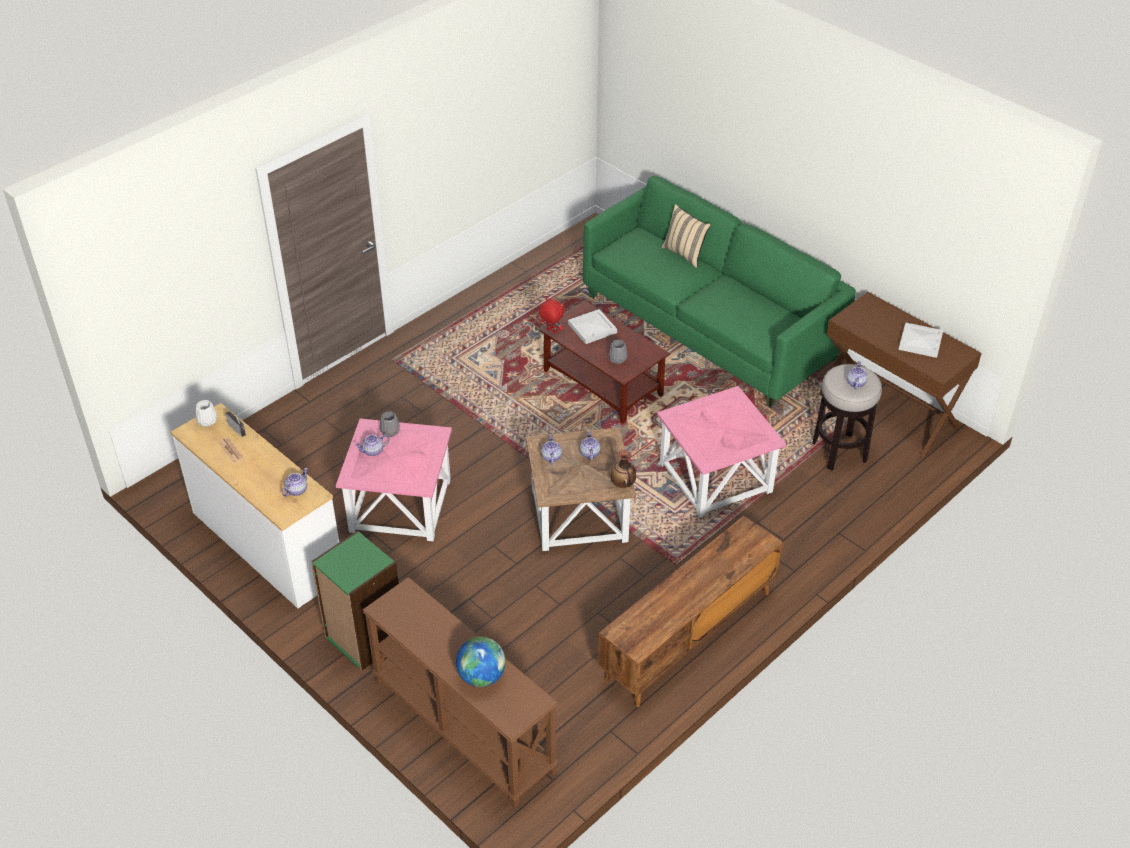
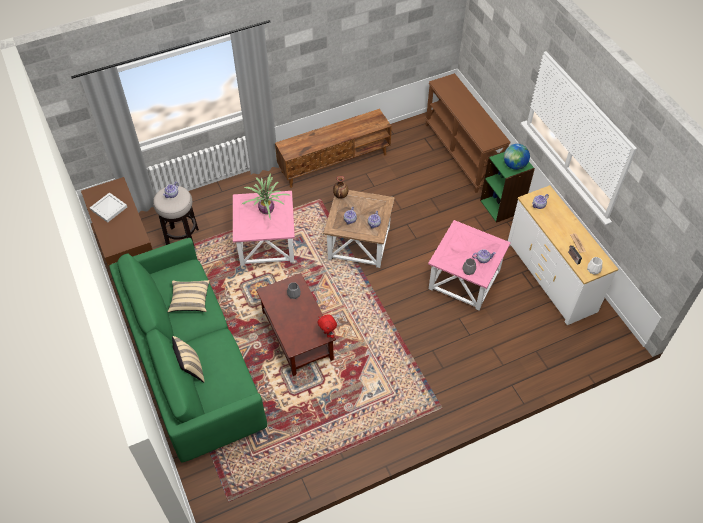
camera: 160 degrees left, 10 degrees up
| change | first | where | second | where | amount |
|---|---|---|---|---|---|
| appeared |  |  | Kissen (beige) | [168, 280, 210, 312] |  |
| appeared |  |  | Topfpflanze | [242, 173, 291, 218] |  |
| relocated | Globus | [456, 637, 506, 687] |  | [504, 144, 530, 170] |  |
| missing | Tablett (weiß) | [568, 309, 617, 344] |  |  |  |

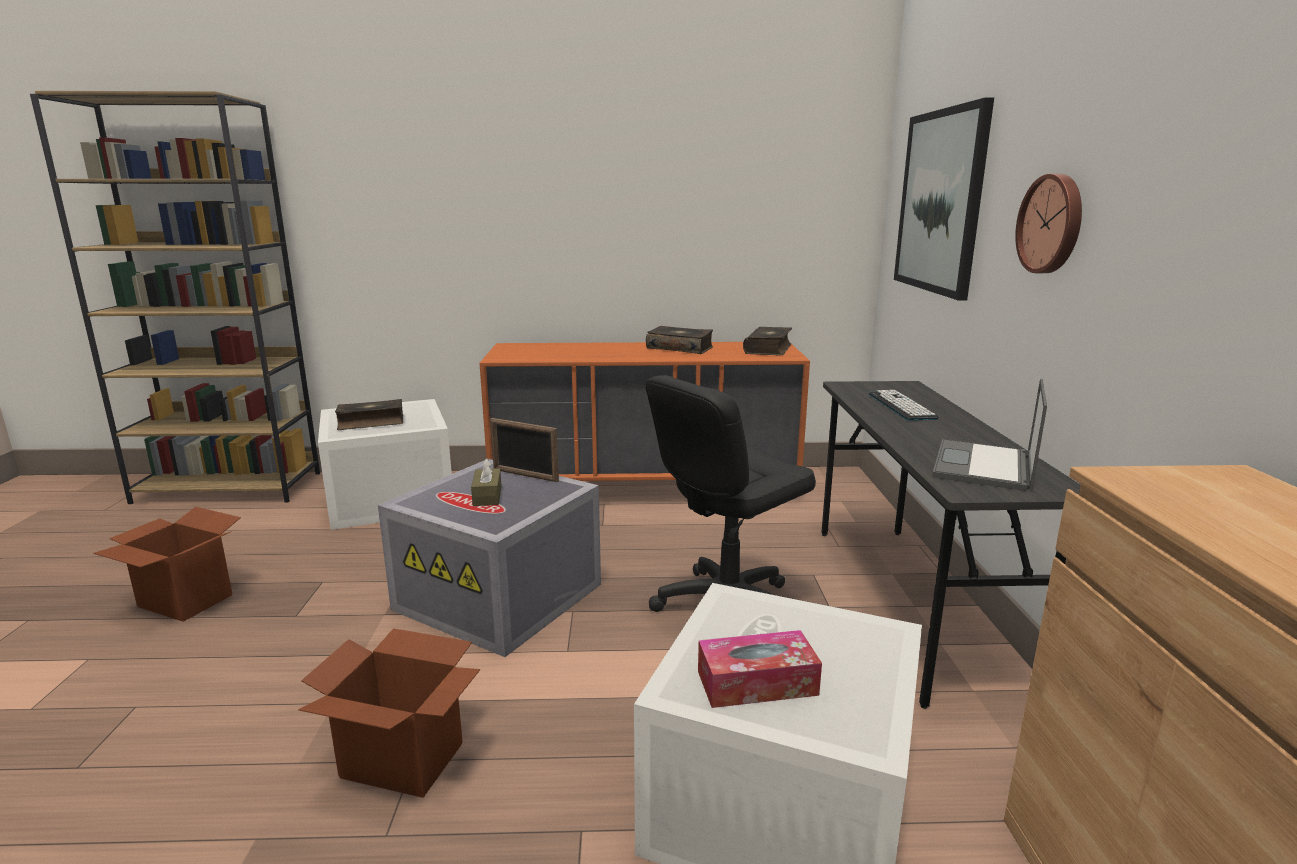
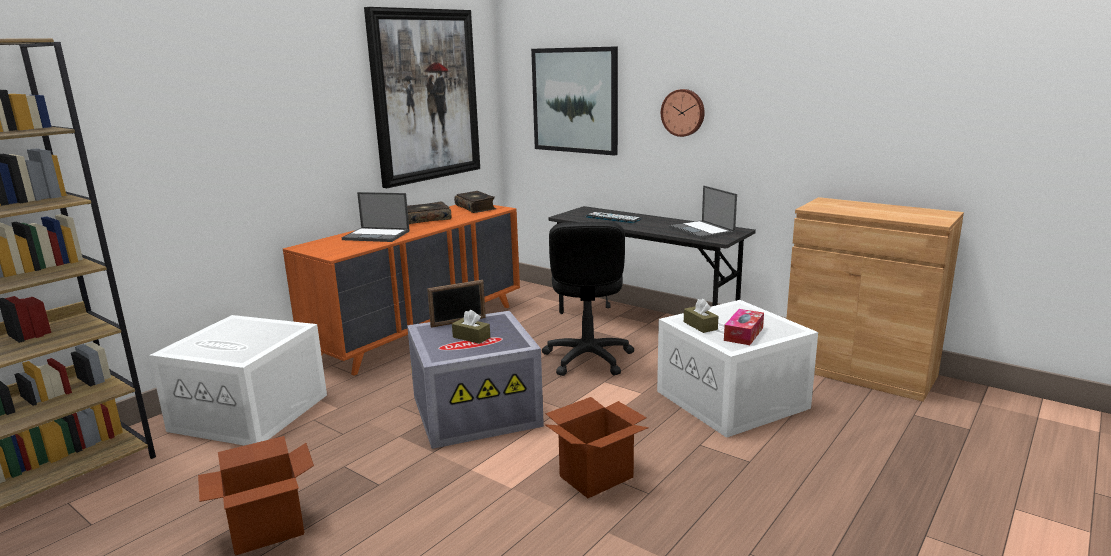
camera: 50 degrees left, 0 degrees up
| change | first | where | second | where | amount |
|---|---|---|---|---|---|
| appeared |  |  | Laptop | [342, 192, 410, 242] |  |
| appeared |  |  | Bild | [364, 7, 480, 188] |  |
| appeared |  |  | Taschentuchbox (braun) | [684, 299, 718, 333] |  |
| missing | Buch | [335, 399, 403, 430] |  |  |  |

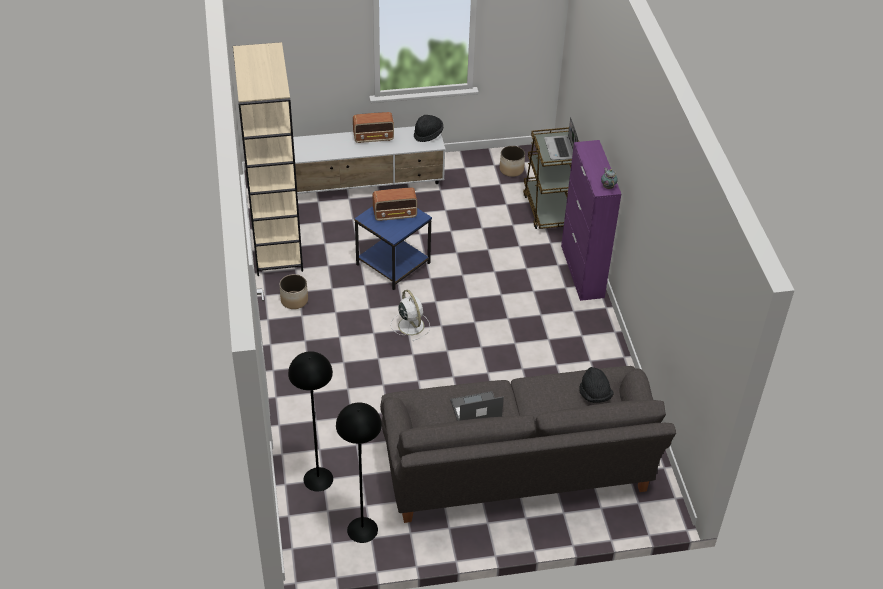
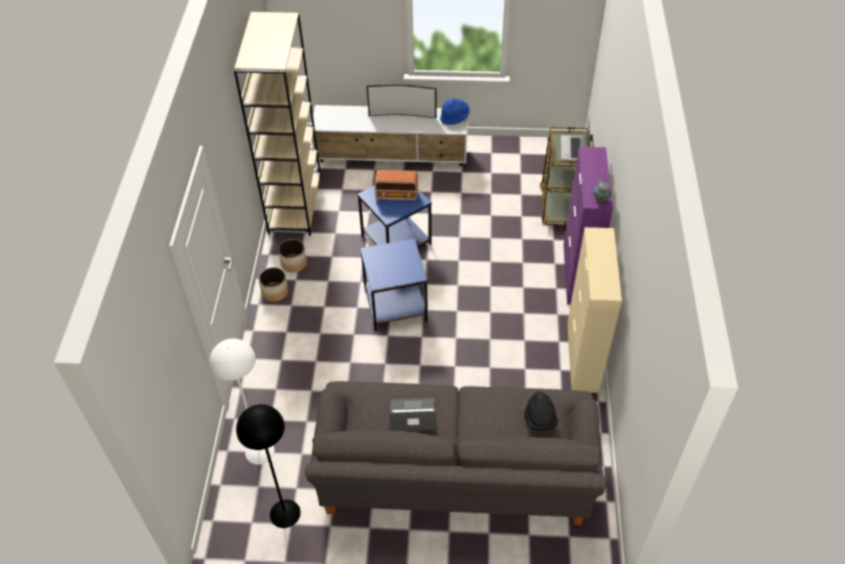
camera: 15 degrees right, 5 degrees up
| change | first | where | second | where | amount |
|---|---|---|---|---|---|
| colour | Stehlampe (schwarz) | [288, 351, 333, 492] | Stehlampe (weiß) | [209, 339, 275, 465] |  |
| relocated | Pflanzkübel | [500, 146, 525, 177] |  | [259, 267, 288, 302] |  |
| exchanged | Ventilator (weiß) | [391, 290, 430, 341] | Beistelltisch (blau) | [360, 238, 428, 331] |  |
| exchanged | Radio | [353, 112, 394, 143] | Fernseher | [367, 85, 436, 118] |  |
| colour | Hut (schwarz) | [414, 115, 443, 142] | Hut (blau) | [440, 98, 470, 125] |  |
| appeared |  |  | Schrank (beige) | [567, 227, 622, 393] |  |

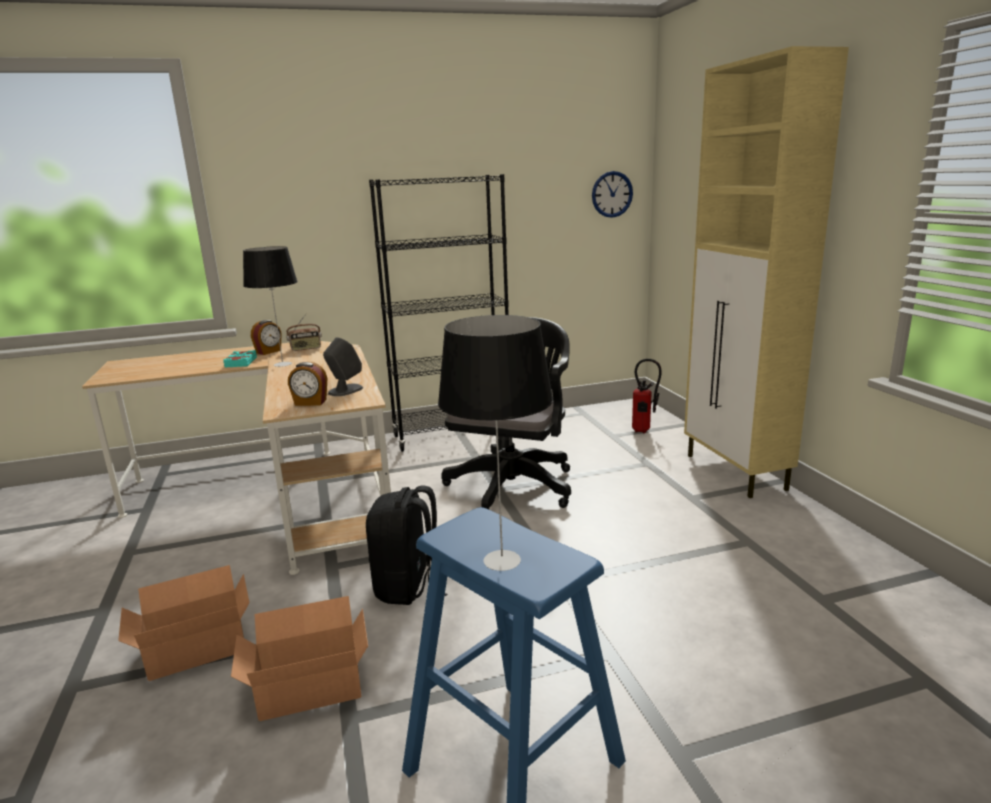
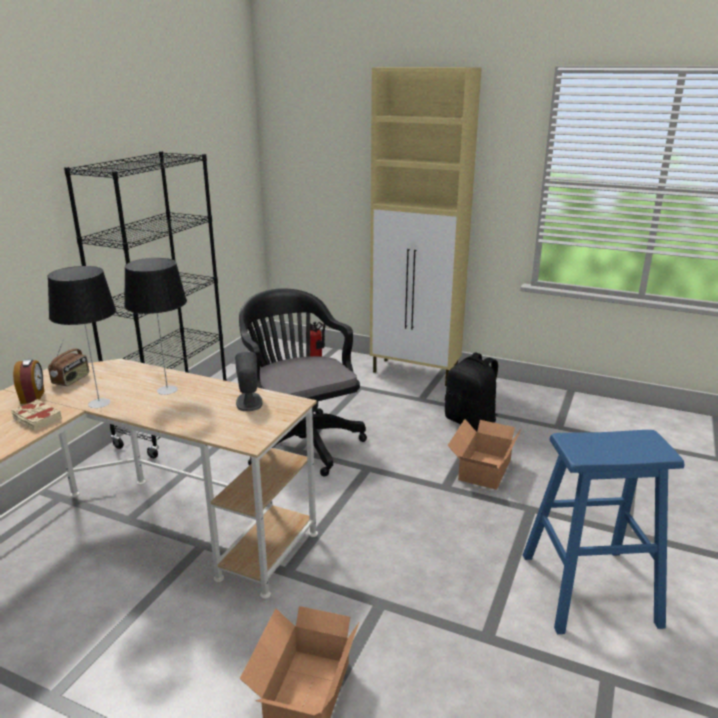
camera: 50 degrees left, 5 degrees up
| change | first | where | second | where | amount |
|---|---|---|---|---|---|
| colour | Buch (türkis) | [223, 350, 257, 368] | Buch (beige) | [11, 399, 62, 431] |  |
| relocated | Tischlampe | [438, 315, 553, 571] |  | [124, 258, 187, 395] |  |
| relocated | Rucksack (schwarz) | [366, 485, 448, 605] |  | [445, 352, 498, 431] |  |
| relocated | Karton | [231, 596, 368, 721] |  | [447, 419, 522, 490] |  |
| missing | Wecker | [288, 362, 327, 406] |  |  |  |
| missing | Wanduhr | [592, 171, 633, 218] |  |  |  |

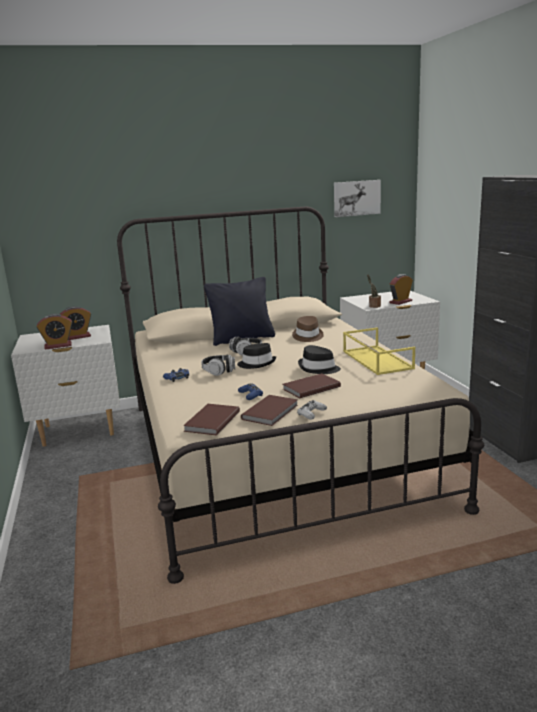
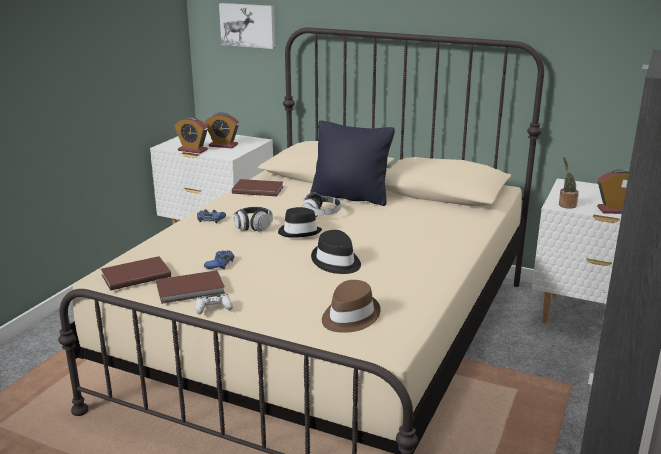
camera: 40 degrees right, 5 degrees up
| change | first | where | second | where | amount |
|---|---|---|---|---|---|
| relocated | Bild | [334, 180, 381, 217] |  | [219, 3, 275, 49] |  |
| relocated | Buch (braun) | [283, 373, 341, 399] |  | [232, 179, 284, 196] |  |
| relocated | Hut (braun) | [292, 316, 324, 342] |  | [322, 280, 381, 333] |  |
| missing | Tablett (gelb) | [343, 327, 415, 375] |  |  |  |

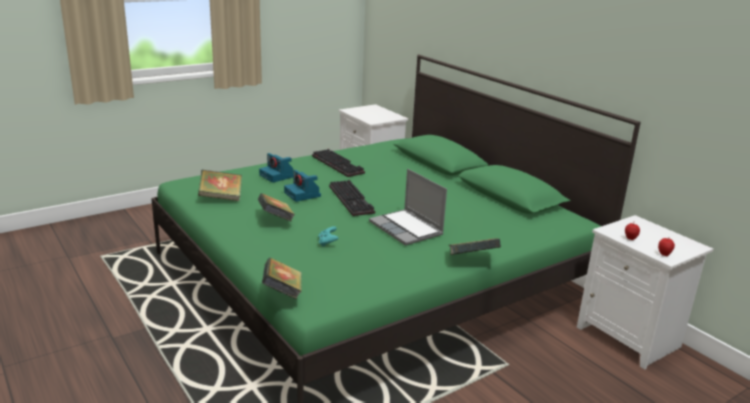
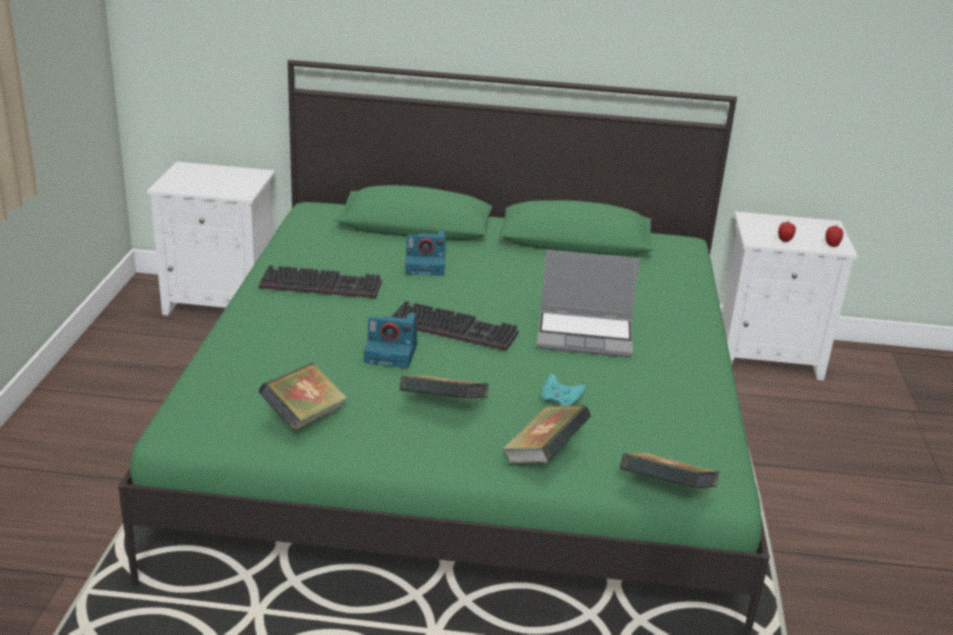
camera: 50 degrees left, 5 degrees up
| change | first | where | second | where | amount |
|---|---|---|---|---|---|
| relocated | Kamera | [259, 153, 294, 183] |  | [405, 230, 446, 276] |  |
| relocated | Buch | [449, 238, 501, 255] |  | [501, 405, 591, 463] |  |

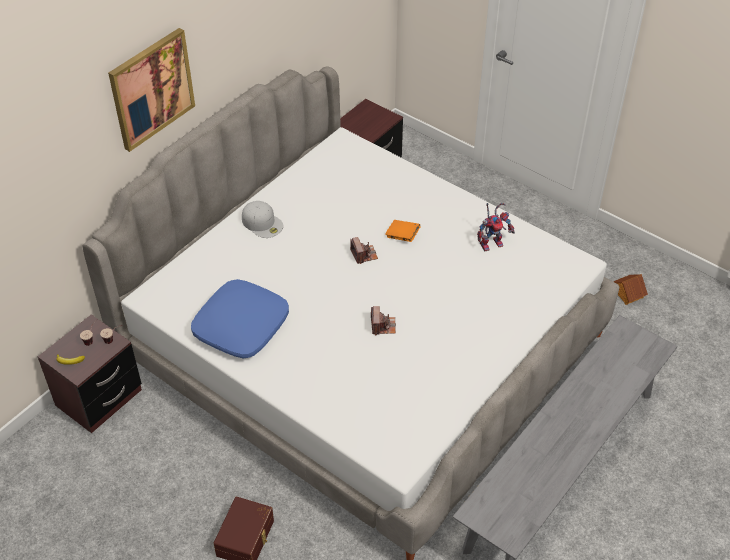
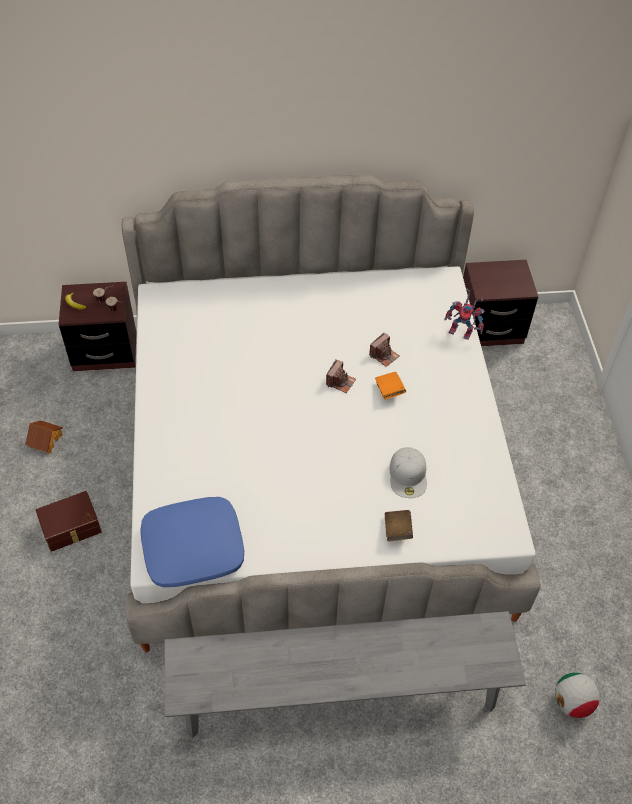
camera: 45 degrees right, 5 degrees up
| change | first | where | second | where | amount |
|---|---|---|---|---|---|
| relocated | Spielzeughaus | [613, 274, 648, 305] |  | [25, 421, 63, 454] |  |
| relocated | Kissen (blau) | [191, 279, 289, 358] |  | [140, 497, 244, 587] |  |
| relocated | Kamera | [371, 306, 396, 335] |  | [369, 333, 399, 367] |  |
| appeared |  |  | Buch (braun) | [385, 510, 413, 542] |  |
| relocated | Kappe (weiß) | [242, 201, 284, 238] |  | [390, 447, 427, 498] |  |
| relocated | Spielzeugroboter | [477, 203, 515, 251] |  | [444, 289, 484, 340] |  |
| appeared |  |  | Fußball | [555, 672, 600, 718] |  |
| missing | Bild | [108, 28, 195, 152] |  |  |  |

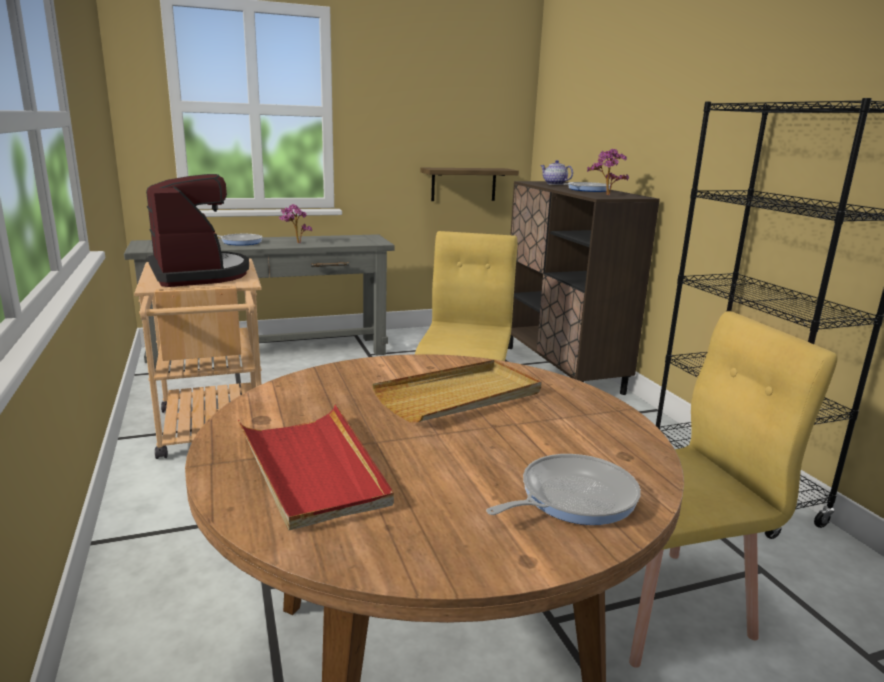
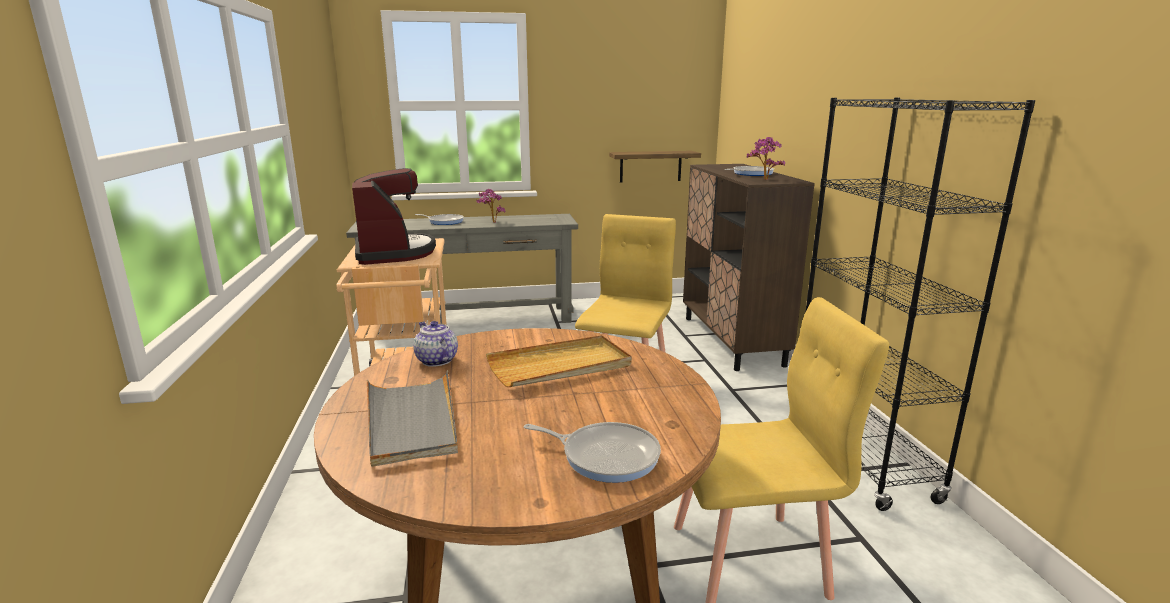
camera: 10 degrees right, 0 degrees up
| change | first | where | second | where | amount |
|---|---|---|---|---|---|
| colour | Tablett (rot) | [238, 404, 394, 530] | Tablett (grau) | [367, 370, 458, 467] |  |
| relocated | Teekanne | [540, 160, 573, 185] |  | [413, 321, 458, 367] |  |
| spun | Pfanne | [486, 454, 641, 525] |  | [524, 422, 661, 483] | 45 degrees clockwise |

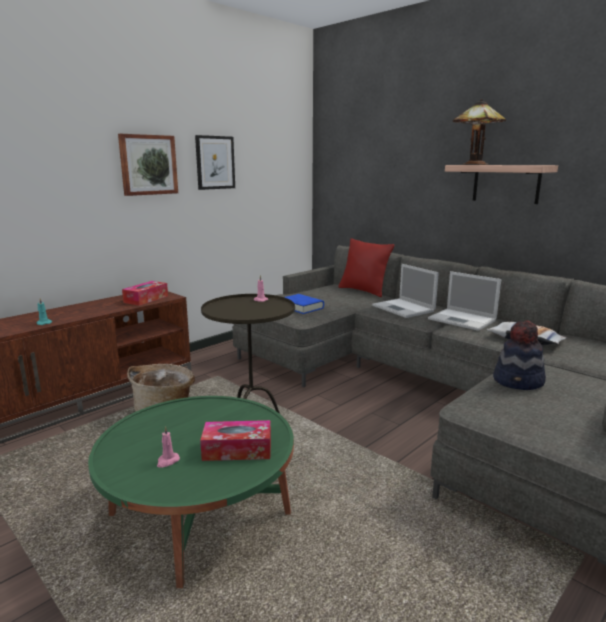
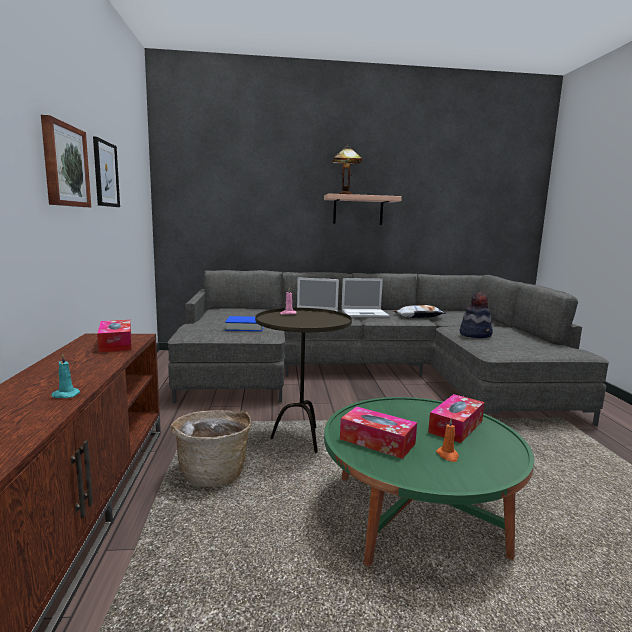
camera: 50 degrees left, 5 degrees down
| change | first | where | second | where | amount |
|---|---|---|---|---|---|
| appeared |  |  | Taschentuchbox | [340, 406, 417, 459] |  |
| colour | Kerze (rosa) | [157, 426, 180, 468] | Kerze (orange) | [436, 418, 459, 462] |  |
| missing | Kissen (rot) | [339, 238, 394, 297] |  |  |  |

